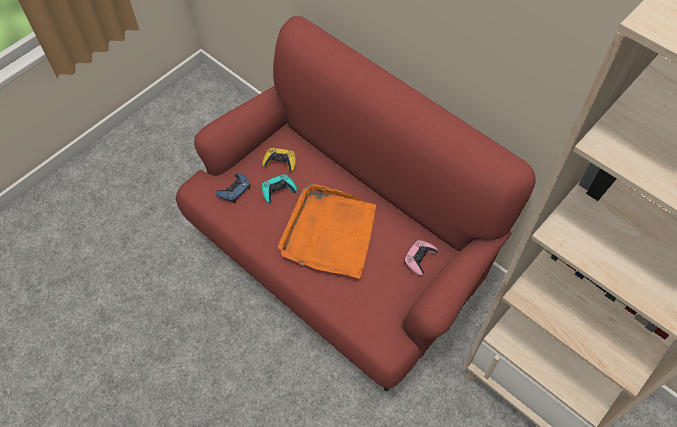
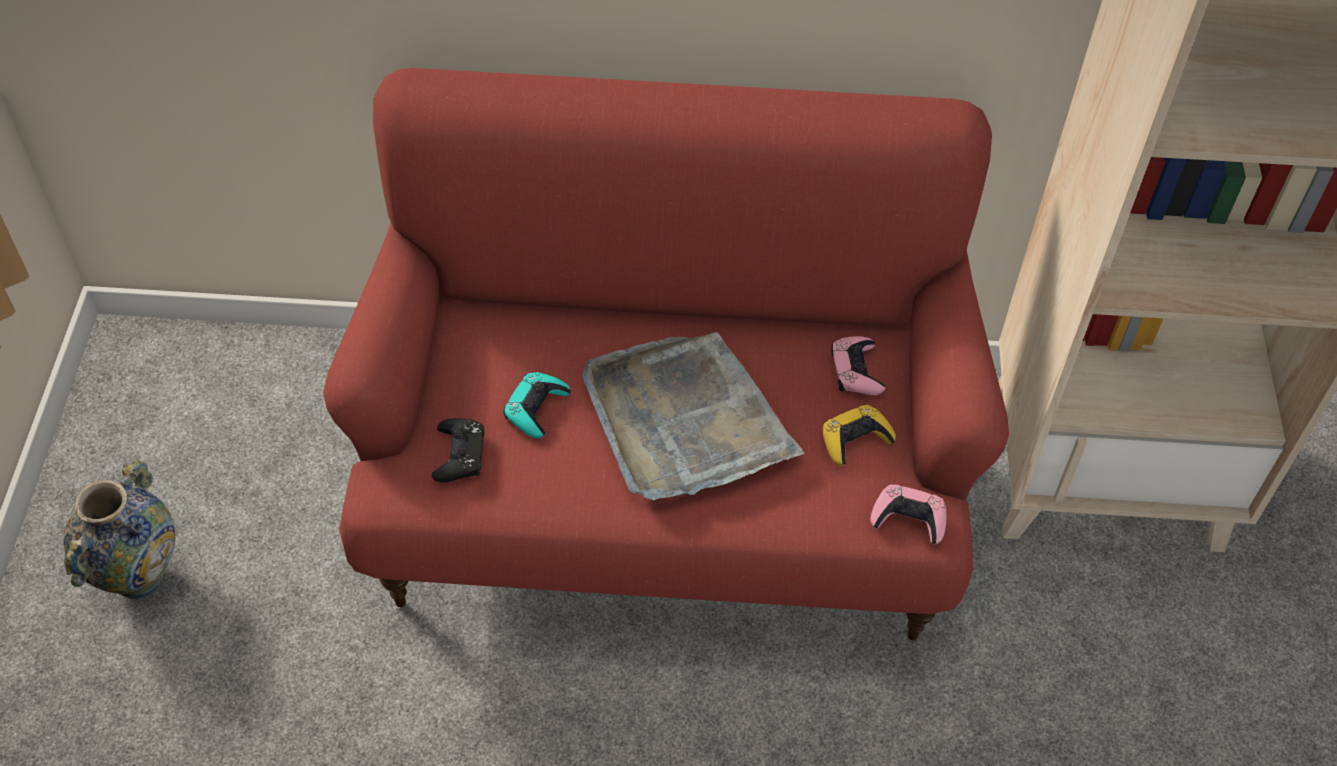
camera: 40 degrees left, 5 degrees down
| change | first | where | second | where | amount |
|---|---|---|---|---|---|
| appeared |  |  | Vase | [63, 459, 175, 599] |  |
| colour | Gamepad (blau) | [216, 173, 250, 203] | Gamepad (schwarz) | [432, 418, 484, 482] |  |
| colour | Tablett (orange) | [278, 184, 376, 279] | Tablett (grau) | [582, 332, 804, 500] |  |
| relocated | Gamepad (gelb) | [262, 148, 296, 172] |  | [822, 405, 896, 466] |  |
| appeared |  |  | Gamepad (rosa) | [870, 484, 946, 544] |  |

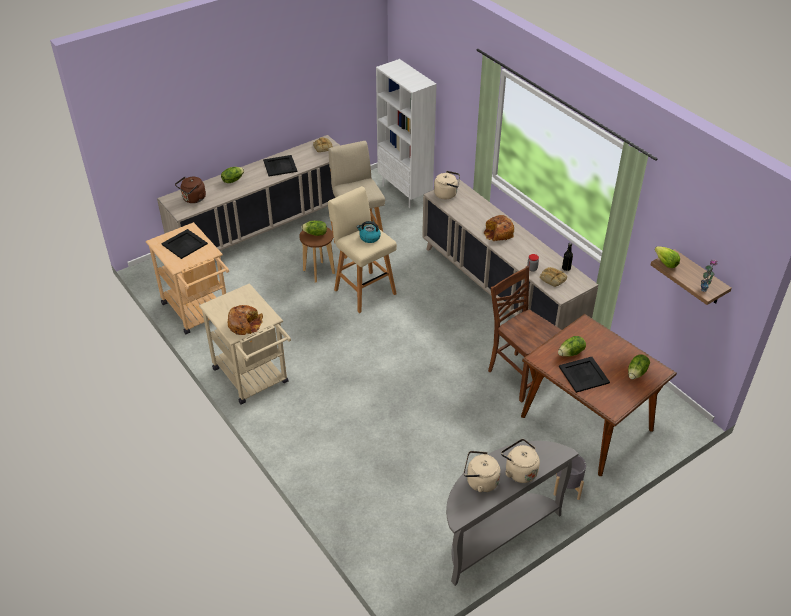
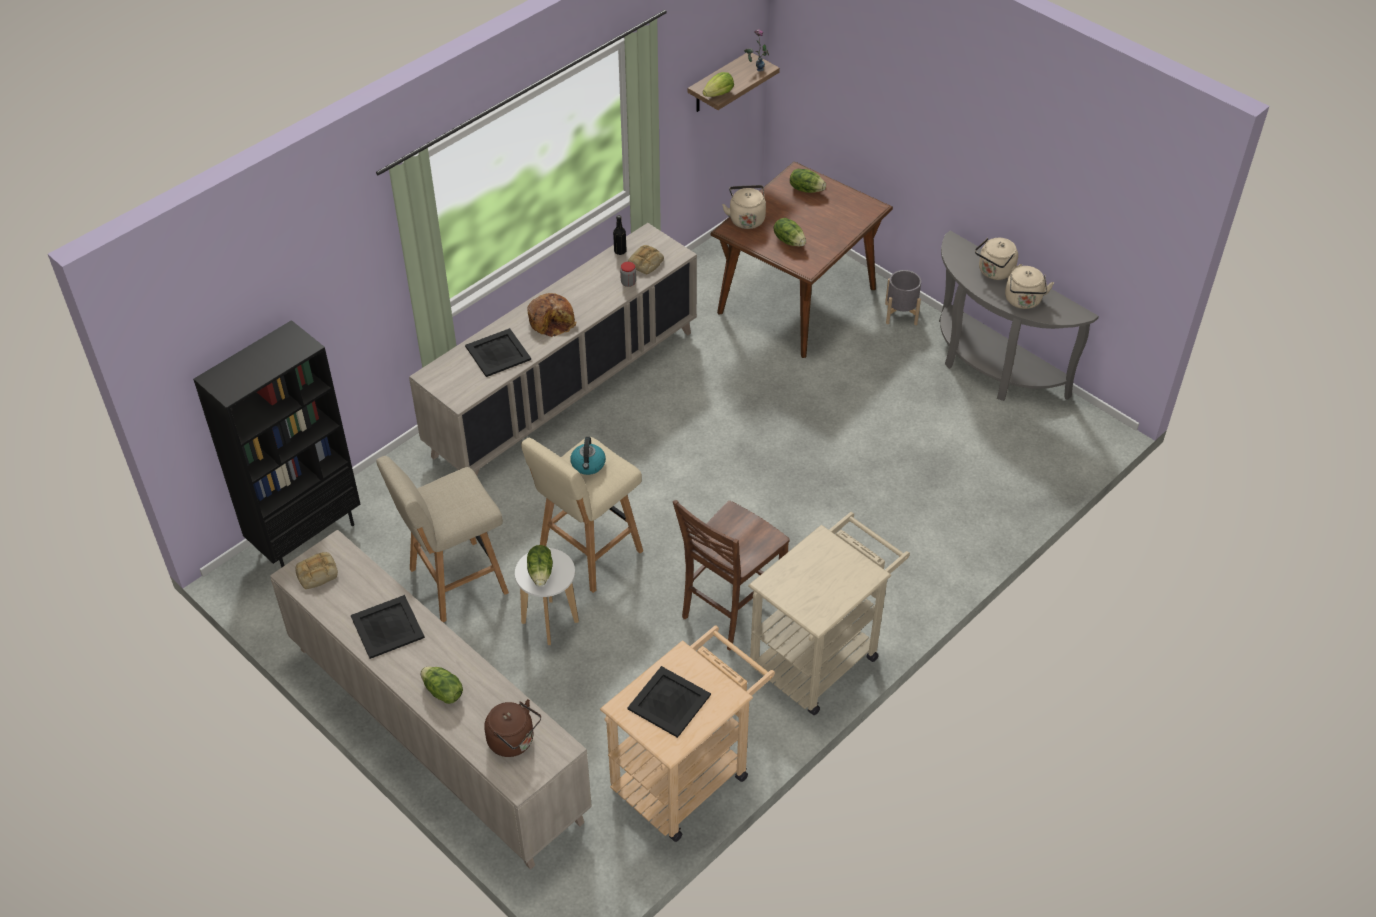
camera: 100 degrees left, 5 degrees up
| change | first | where | second | where | amount |
|---|---|---|---|---|---|
| colour | Bücherregal (weiß) | [376, 59, 437, 208] | Bücherregal (schwarz) | [193, 320, 360, 568] |  |
| relocated | Tablett (schwarz) | [559, 357, 610, 393] |  | [465, 328, 531, 377] |  |
| colour | Hocker (braun) | [299, 227, 335, 283] | Hocker (weiß) | [515, 548, 579, 645] |  |
| relocated | Stuhl (braun) | [488, 266, 562, 403] |  | [673, 500, 789, 650] |  |
| relocated | Wasserkessel (beige) | [434, 171, 460, 199] |  | [722, 185, 766, 229] |  |
| missing | Brot | [228, 305, 263, 335] |  |  |  |

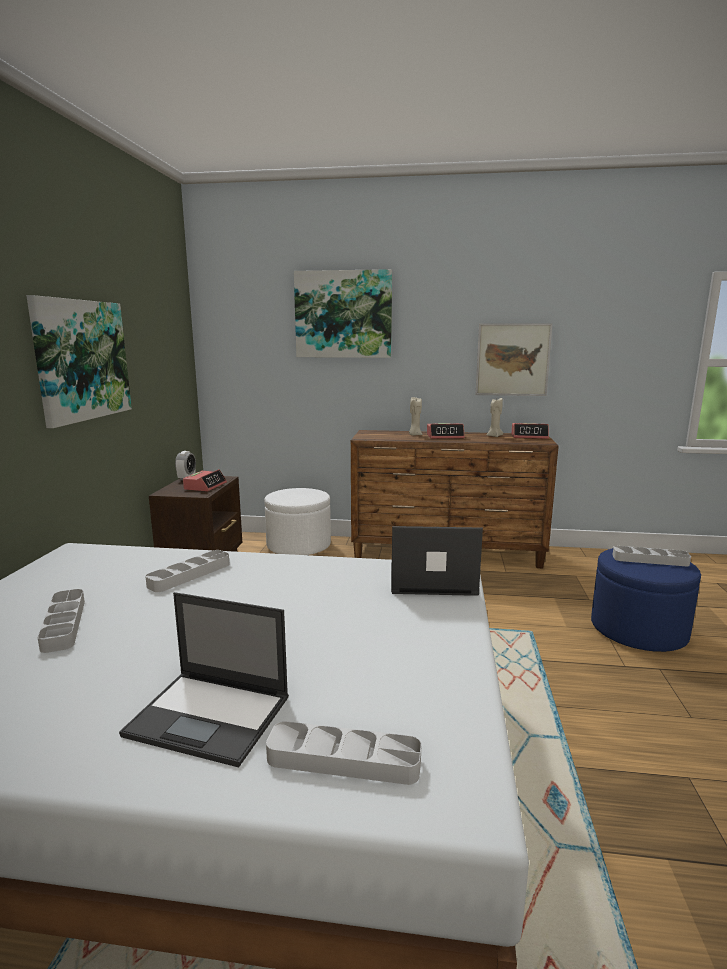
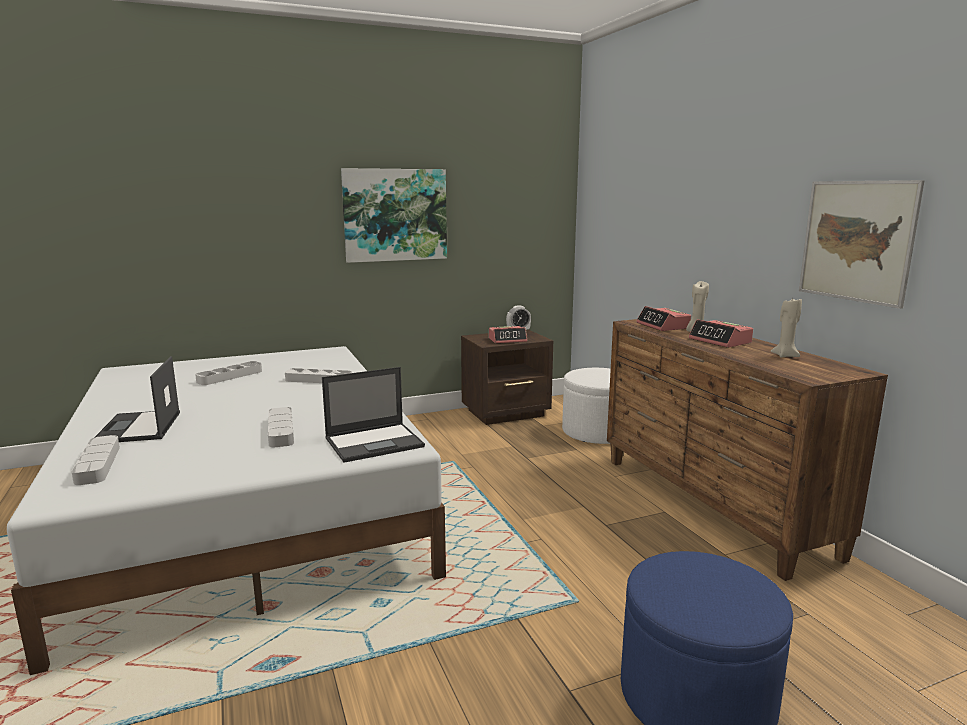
camera: 60 degrees right, 0 degrees up
| change | first | where | second | where | amount |
|---|---|---|---|---|---|
| relocated | Tablett (grau) | [612, 546, 691, 566] |  | [268, 407, 294, 447] |  |
| spun | Laptop | [391, 526, 483, 596] |  | [322, 367, 425, 463] | 90 degrees clockwise |
| relocated | Wecker | [511, 423, 549, 439] |  | [636, 306, 691, 331] |  |
| missing | Bild | [294, 269, 392, 358] |  |  |  |

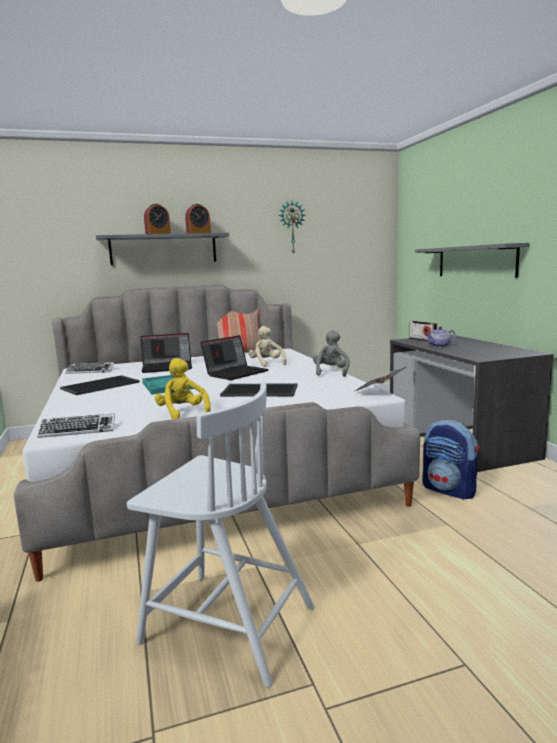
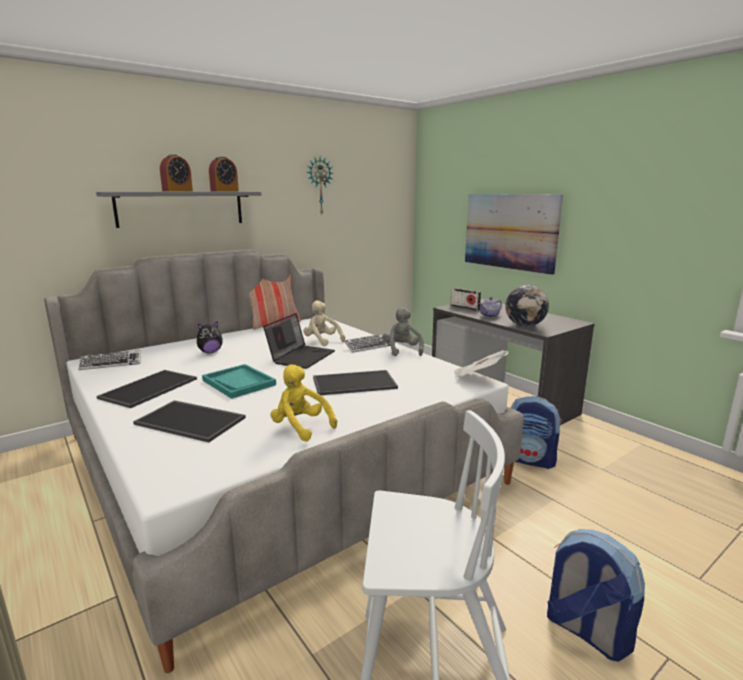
camera: 20 degrees left, 5 degrees up
| change | first | where | second | where | amount |
|---|---|---|---|---|---|
| appeared |  |  | Tablett | [133, 400, 246, 443] |  |
| exchanged | Laptop | [141, 333, 192, 373] | Plüschtier | [197, 321, 223, 353] |  |
| relocated | Tastatur | [37, 413, 115, 438] |  | [344, 334, 390, 353] |  |
| exchanged | Wandregal (grau) | [415, 243, 530, 278] | Bild | [465, 194, 563, 275] |  |
| appeared |  |  | Globus | [505, 285, 549, 327] |  |
| appeared |  |  | Rucksack | [547, 529, 645, 662] |  |

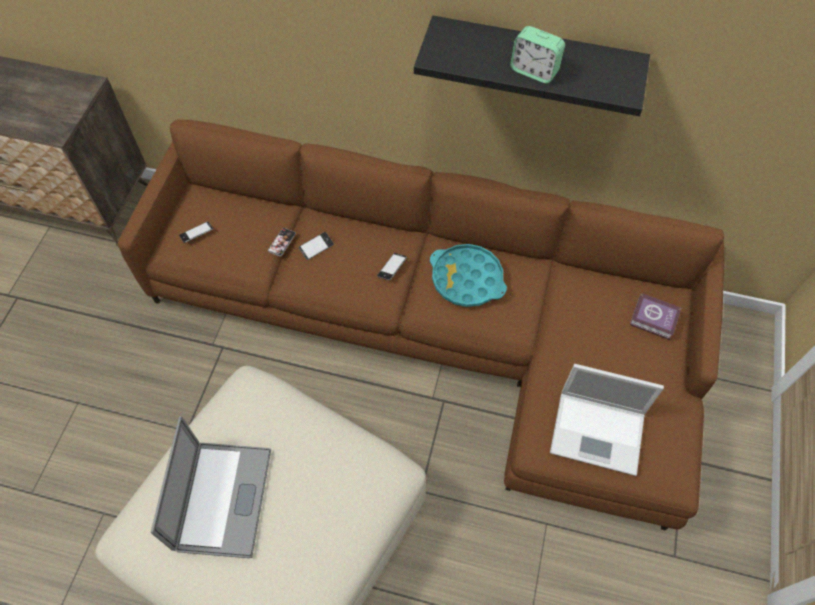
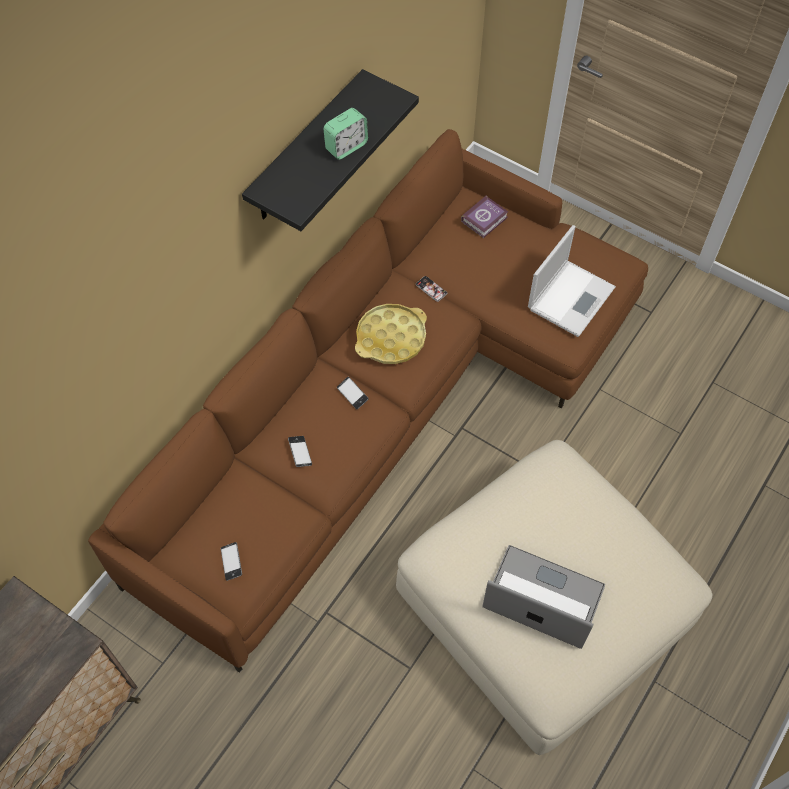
camera: 70 degrees left, 0 degrees up
| change | first | where | second | where | amount |
|---|---|---|---|---|---|
| colour | Tablett (türkis) | [430, 244, 507, 307] | Tablett (gelb) | [355, 304, 427, 364] |  |
| relocated | Handy | [268, 228, 296, 257] |  | [416, 276, 447, 302] |  |

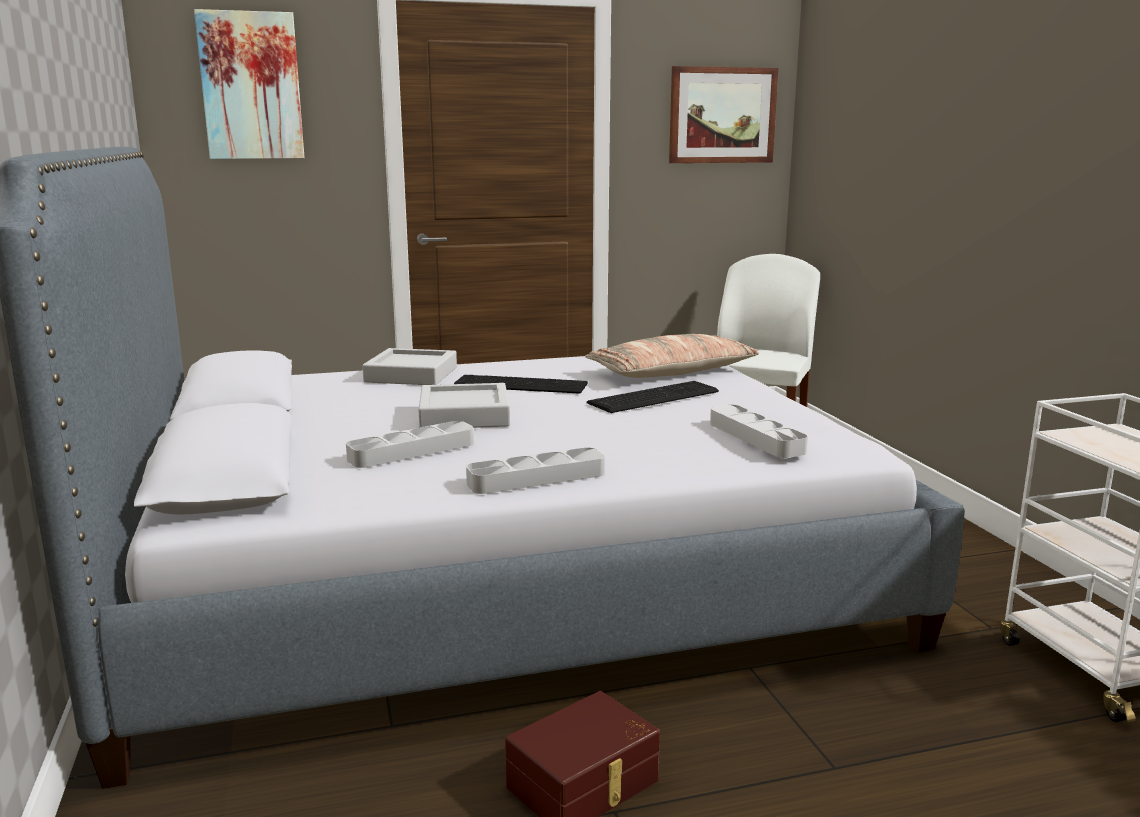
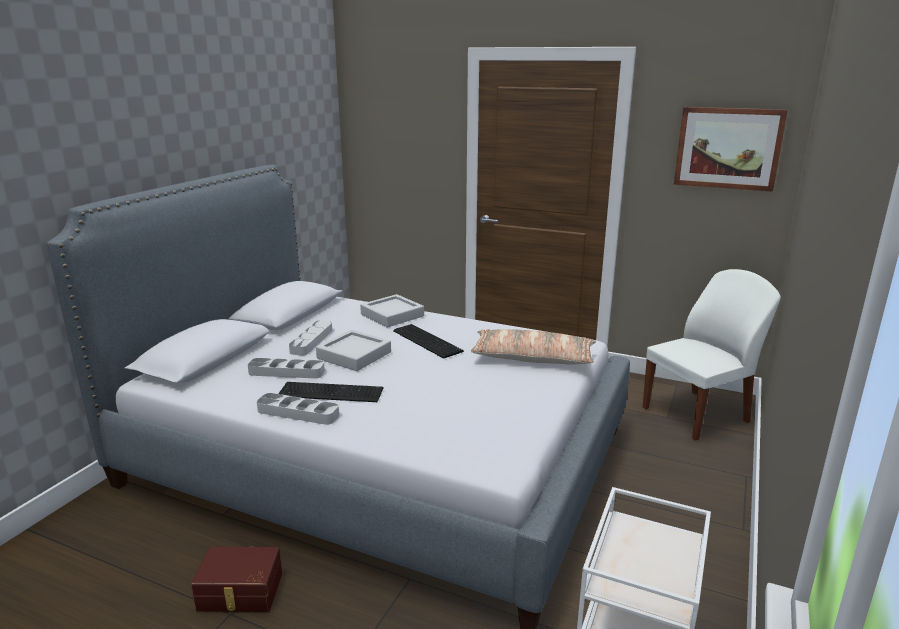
camera: 40 degrees right, 5 degrees up
| change | first | where | second | where | amount |
|---|---|---|---|---|---|
| relocated | Tastatur | [587, 381, 719, 413] |  | [278, 382, 384, 402] |  |
| relocated | Tablett (grau) | [710, 405, 808, 458] |  | [289, 320, 332, 356] |  |
| missing | Bild | [194, 9, 305, 159] |  |  |  |

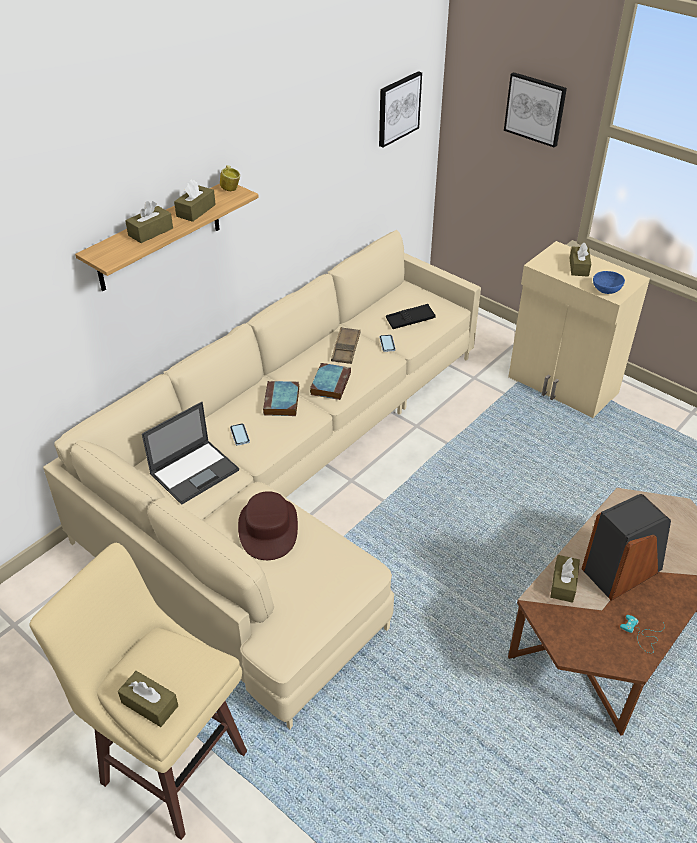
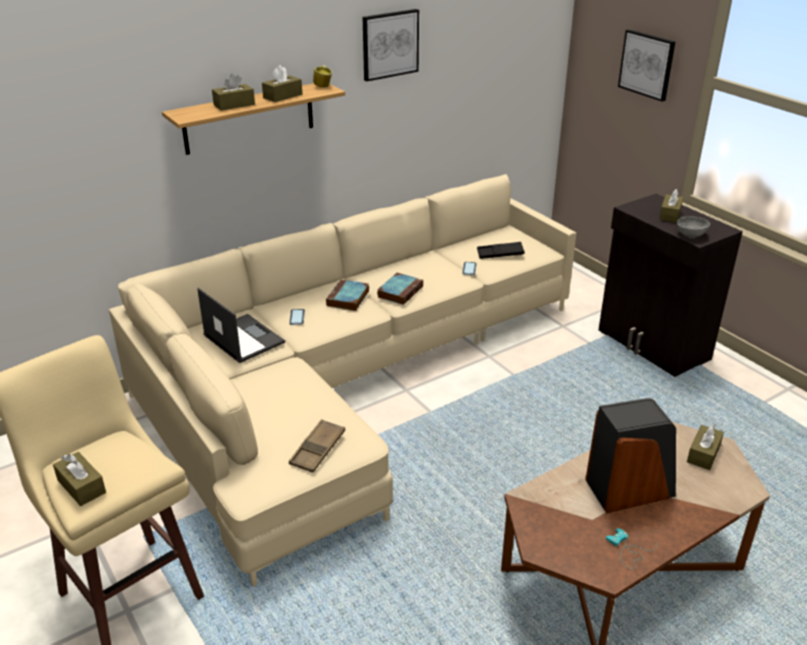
camera: 15 degrees right, 10 degrees down
| change | first | where | second | where | amount |
|---|---|---|---|---|---|
| spun | Laptop | [142, 402, 239, 505] |  | [197, 288, 285, 363] | 105 degrees counterclockwise |
| relocated | Tablett (braun) | [331, 327, 361, 364] |  | [289, 419, 345, 473] |  |
| relocated | Bild | [379, 71, 422, 147] |  | [363, 9, 419, 81] |  |
| colour | Schrank (beige) | [508, 241, 650, 418] | Schrank (schwarz) | [599, 194, 743, 377] |  |
| colour | Schüssel (blau) | [593, 271, 625, 294] | Schüssel (grau) | [677, 216, 710, 237] |  |
| relocated | Taschentuchbox (braun) | [550, 555, 580, 603] |  | [687, 424, 724, 470] |  |
| missing | Hut (braun) | [238, 491, 298, 560] |  |  |  |

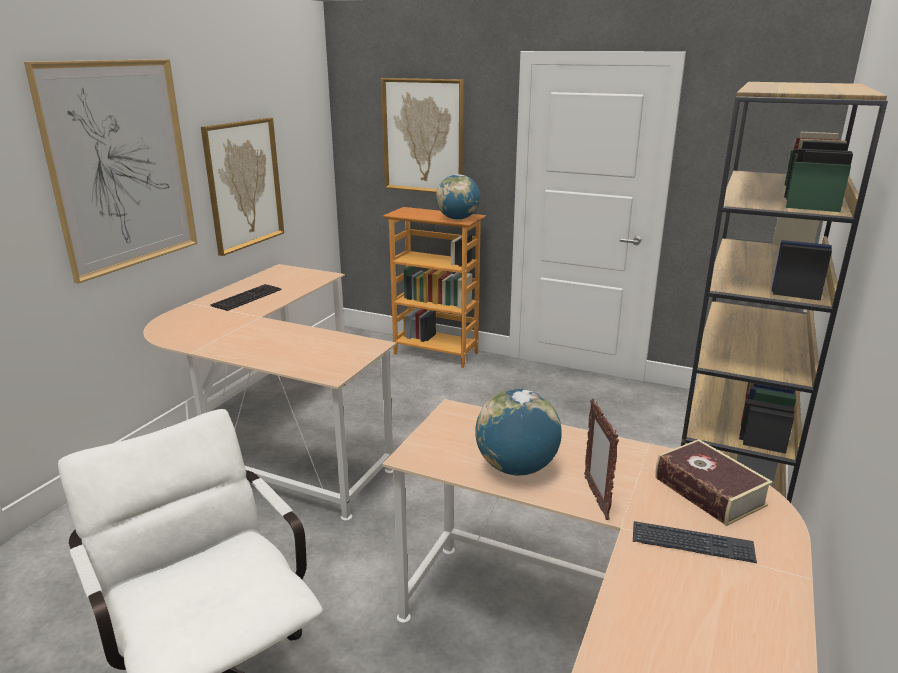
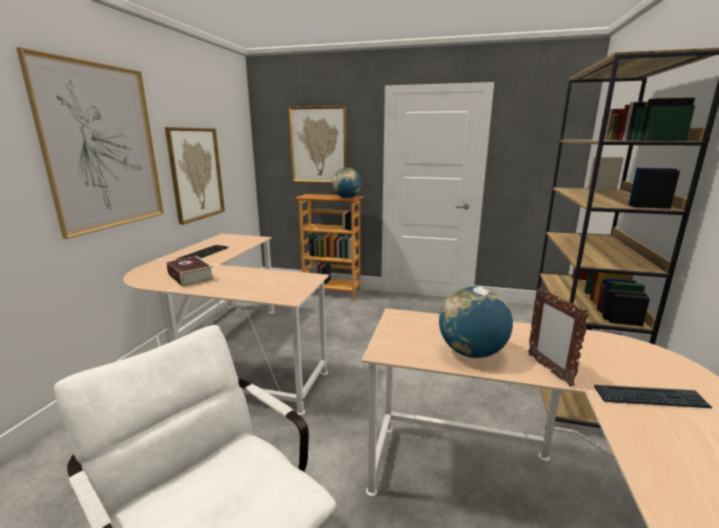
camera: 10 degrees left, 5 degrees down
| change | first | where | second | where | amount |
|---|---|---|---|---|---|
| relocated | Buch | [655, 439, 773, 526] |  | [167, 256, 215, 287] |  |

